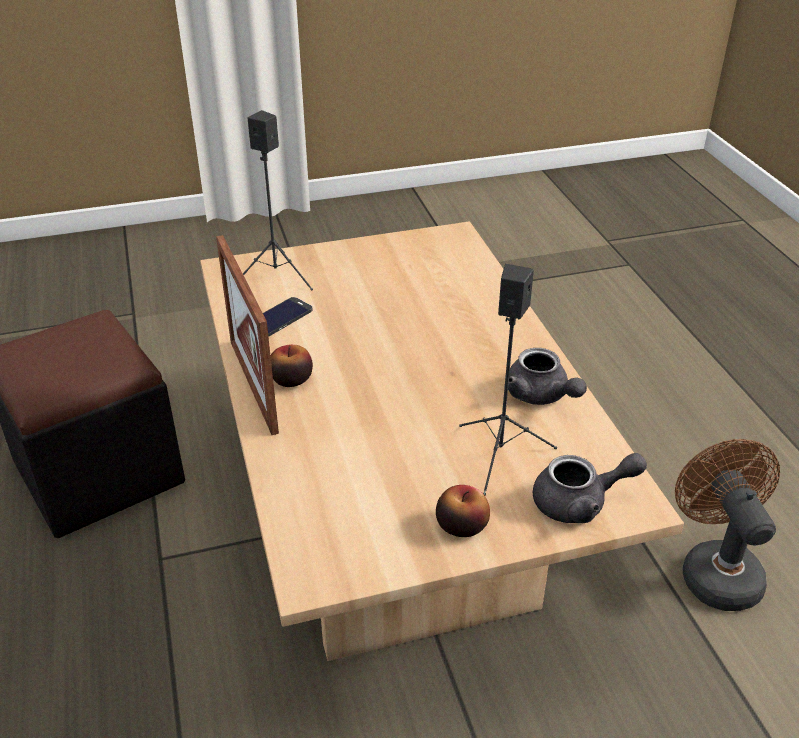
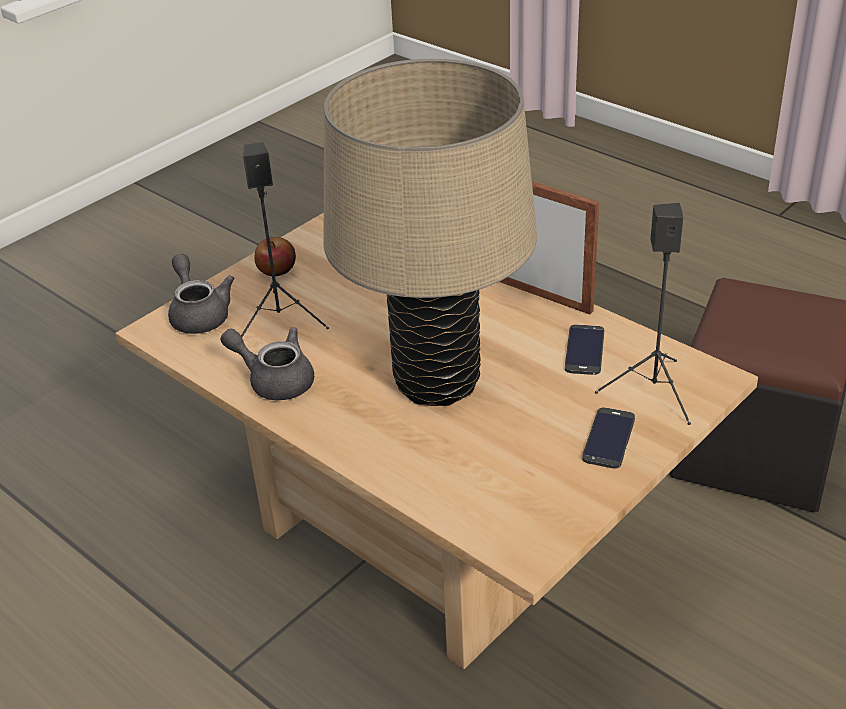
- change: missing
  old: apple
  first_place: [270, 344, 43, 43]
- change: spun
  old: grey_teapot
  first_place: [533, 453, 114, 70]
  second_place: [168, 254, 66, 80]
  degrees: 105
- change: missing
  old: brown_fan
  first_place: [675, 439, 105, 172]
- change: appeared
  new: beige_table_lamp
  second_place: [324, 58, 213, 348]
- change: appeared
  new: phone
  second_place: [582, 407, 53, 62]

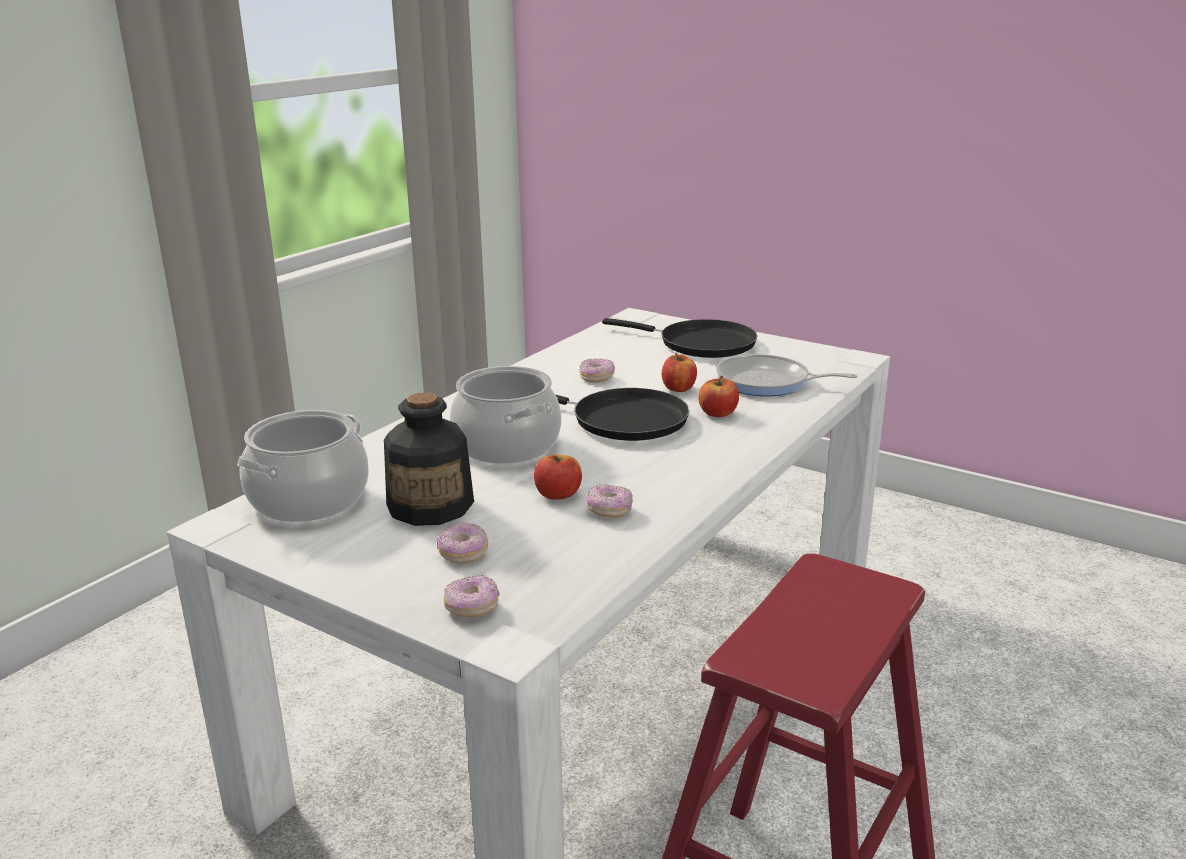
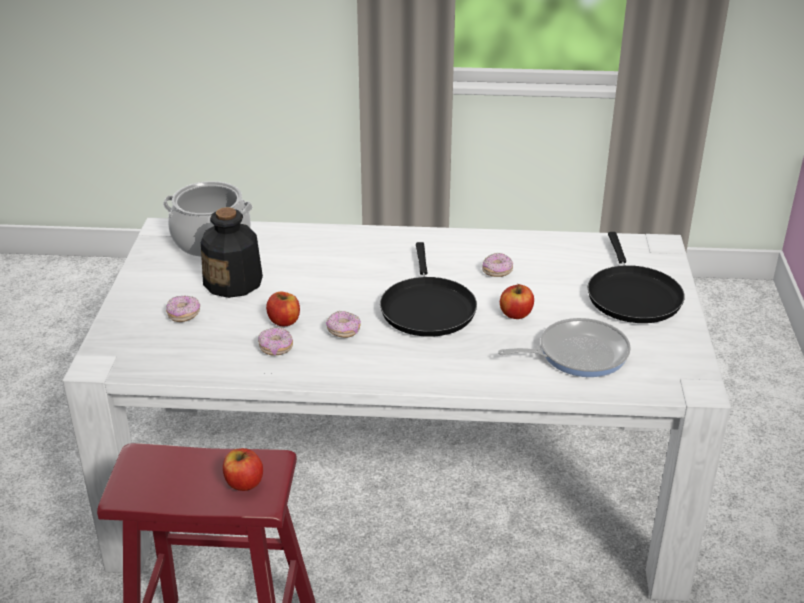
- change: relocated
  old: donut
  first_place: [444, 575, 56, 42]
  second_place: [326, 311, 35, 27]
- change: missing
  old: cooking_pot
  first_place: [450, 366, 111, 98]
- change: relocated
  old: apple
  first_place: [698, 376, 41, 41]
  second_place: [223, 448, 40, 43]
- change: spun
  old: frying_pan
  first_place: [716, 354, 142, 42]
  second_place: [498, 318, 133, 59]
  degrees: 90

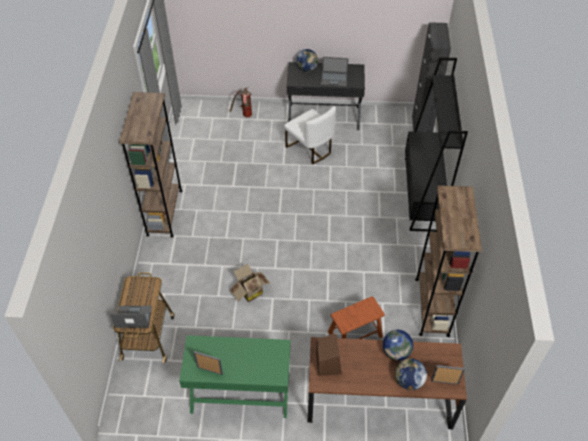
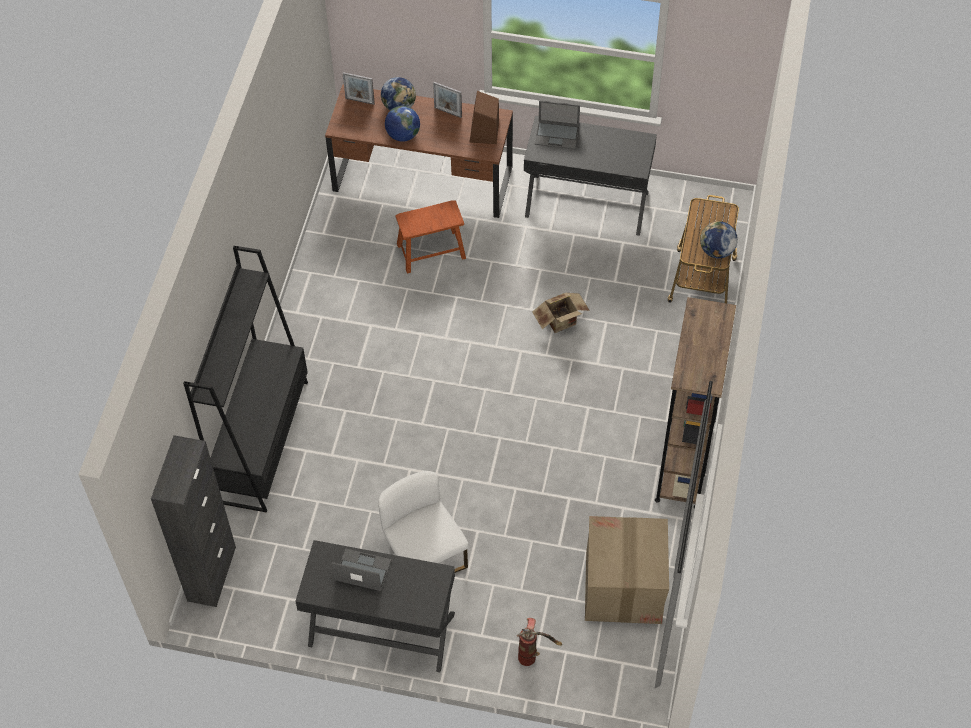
- change: relocated
  old: laptop
  first_place: [110, 306, 42, 22]
  second_place: [535, 101, 45, 48]
- change: colour
  old: green_desk
  new: black_desk
  first_place: [179, 335, 112, 83]
  second_place: [524, 116, 133, 120]
- change: relocated
  old: picture_frame
  first_place: [194, 351, 29, 24]
  second_place: [433, 82, 29, 36]
- change: relocated
  old: globe
  first_place: [296, 49, 22, 22]
  second_place: [700, 221, 38, 37]
- change: missing
  old: brown_bookcase
  first_place: [415, 185, 67, 152]
- change: appeared
  new: cardboard_box
  second_place: [585, 516, 84, 108]

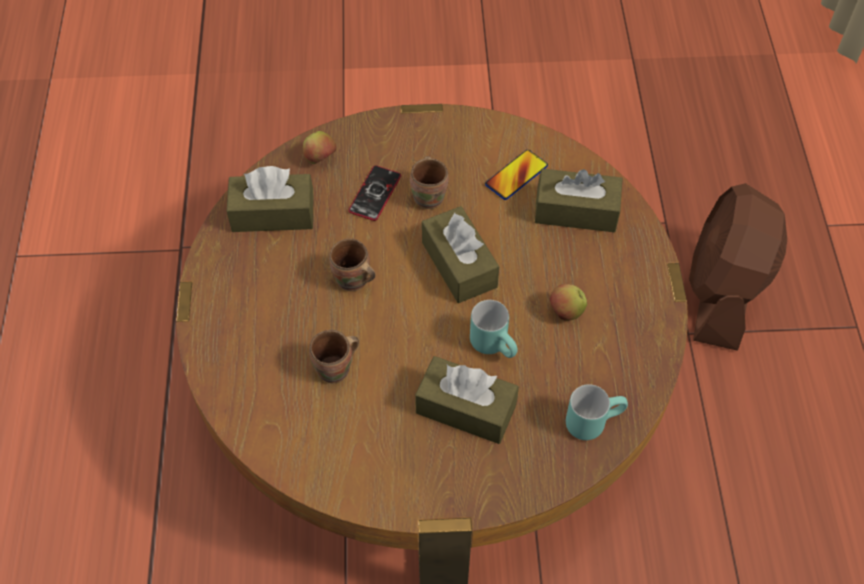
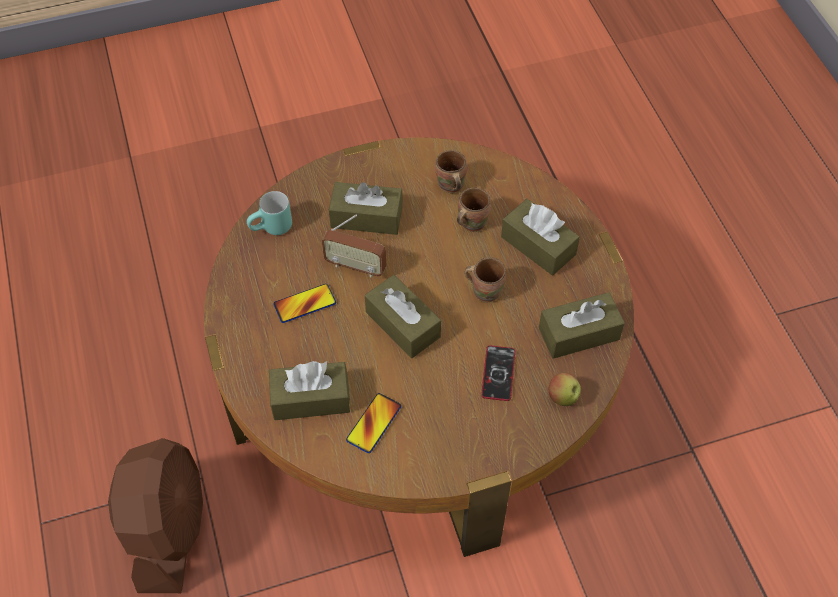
- change: relocated
  old: brown_mug
  first_place: [410, 156, 39, 53]
  second_place: [435, 150, 32, 43]
- change: exchanged
  old: turquoise_mug
  new: radio
  first_place: [470, 300, 48, 58]
  second_place: [322, 215, 64, 62]
- change: exchanged
  old: apple
  new: phone
  first_place: [550, 284, 37, 37]
  second_place: [273, 284, 63, 39]
- change: appeared
  new: brown_tissue_box
  second_place: [501, 199, 79, 76]

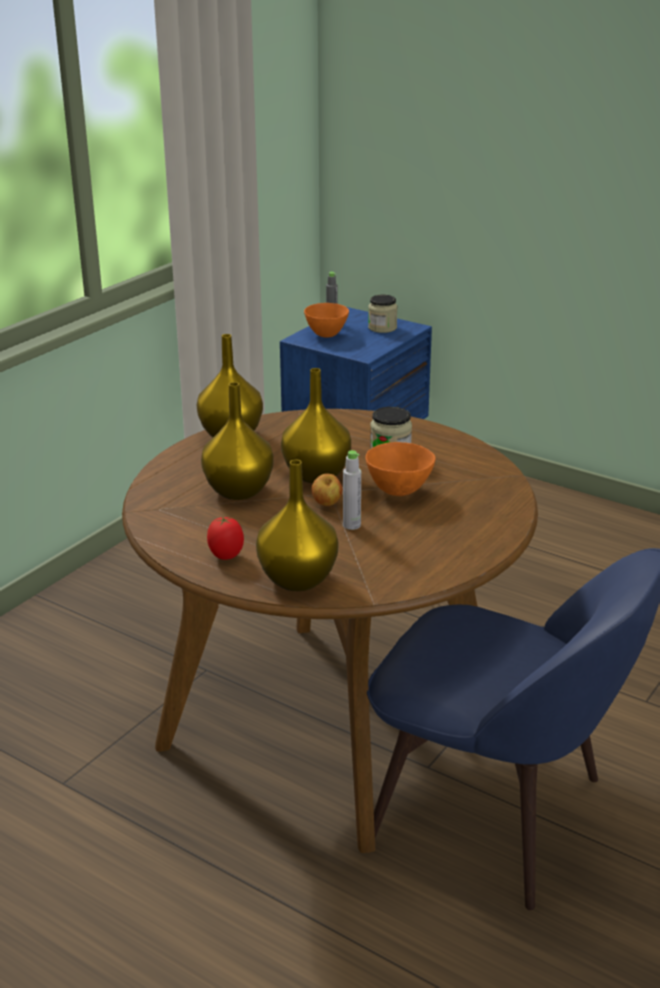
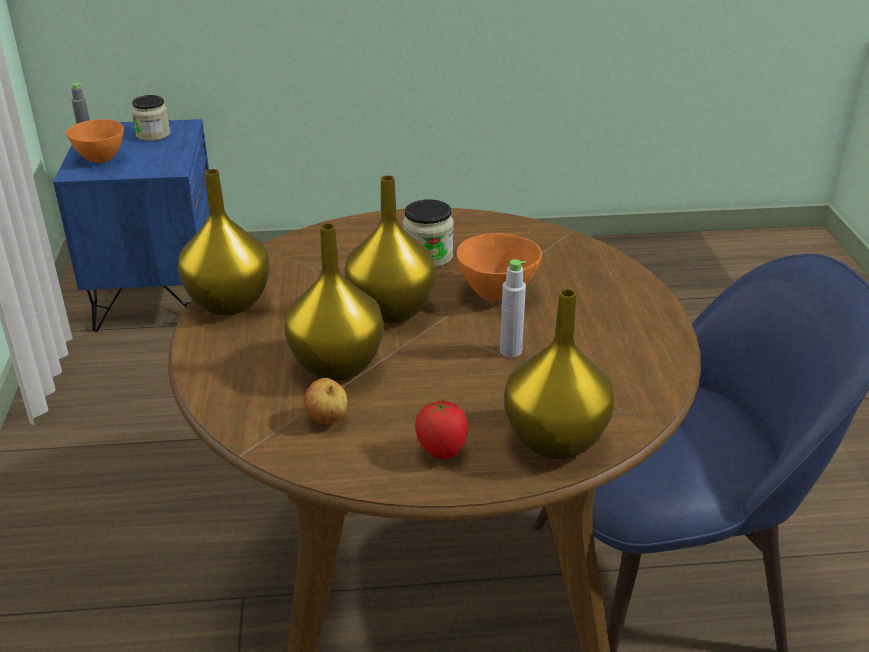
- change: relocated
  old: apple
  first_place: [312, 474, 31, 32]
  second_place: [304, 378, 44, 46]

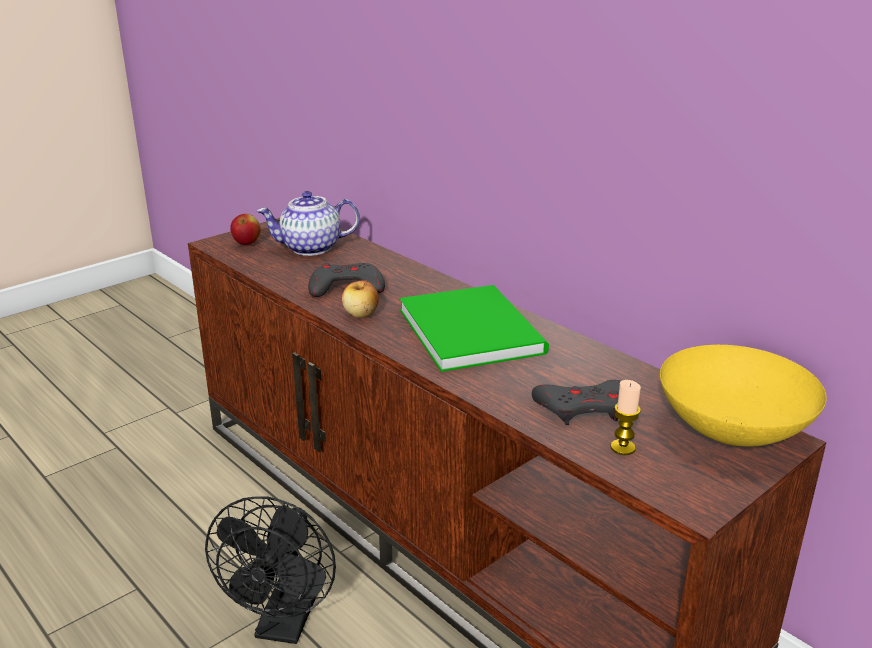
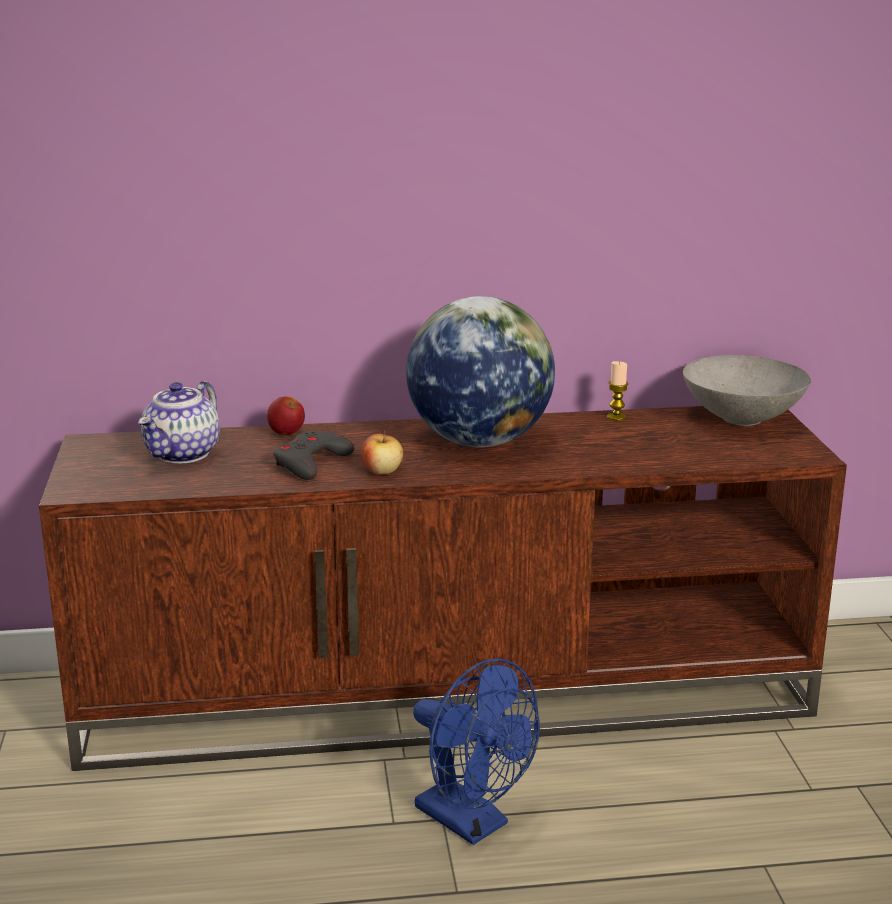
- change: colour
  old: black_fan
  new: blue_fan
  first_place: [205, 496, 131, 148]
  second_place: [413, 658, 127, 187]
- change: relocated
  old: apple
  first_place: [230, 214, 31, 31]
  second_place: [267, 396, 38, 39]
- change: exchanged
  old: green_book
  new: globe
  first_place: [400, 285, 149, 87]
  second_place: [406, 296, 149, 151]
- change: missing
  old: grey_game_controller
  first_place: [532, 380, 89, 45]
- change: relocated
  old: candle
  first_place: [610, 380, 31, 75]
  second_place: [607, 361, 21, 60]
- change: colour
  old: yellow_bowl
  new: grey_bowl
  first_place: [660, 345, 167, 101]
  second_place: [683, 355, 128, 71]

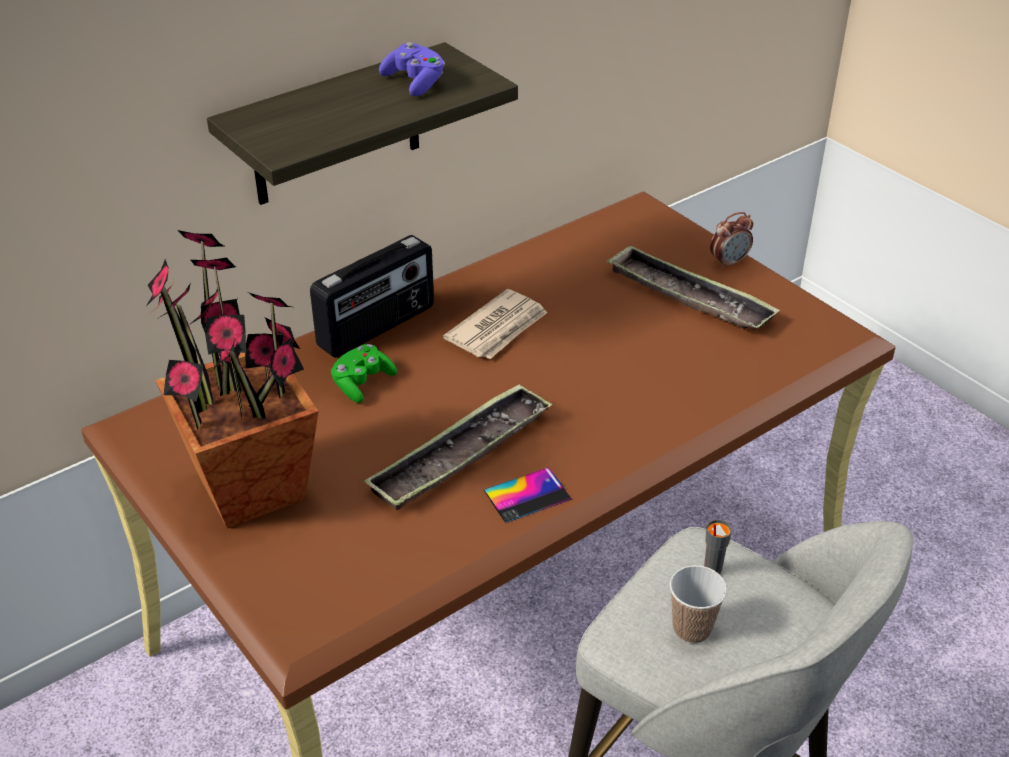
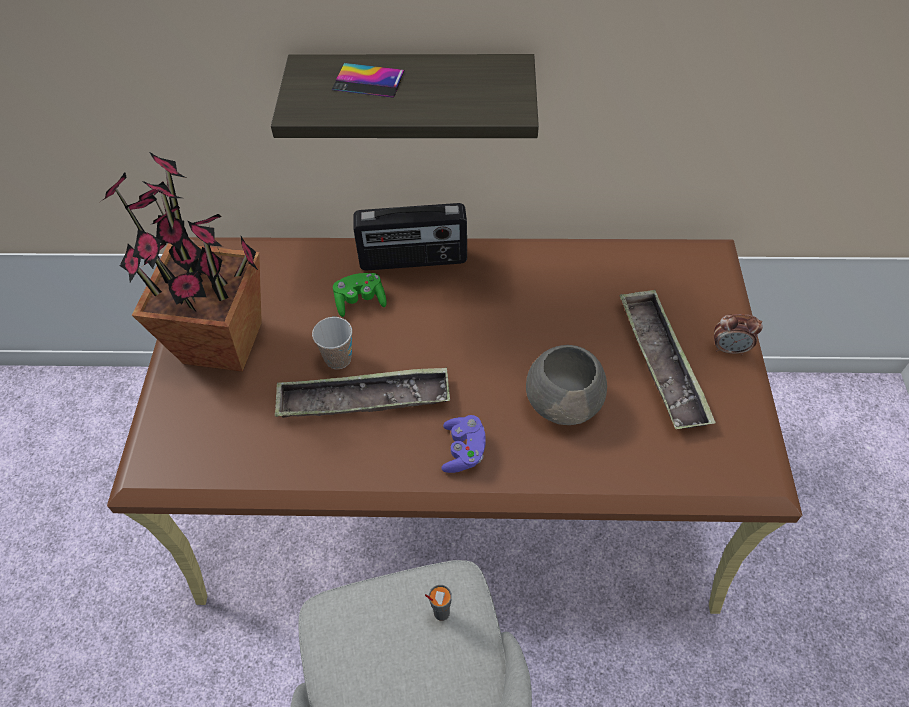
- change: relocated
  old: purple_game_controller
  first_place: [379, 42, 66, 54]
  second_place: [441, 415, 45, 58]
- change: missing
  old: newspaper
  first_place: [443, 289, 104, 70]
- change: relocated
  old: phone
  first_place: [484, 467, 88, 56]
  second_place: [332, 63, 73, 35]
- change: relocated
  old: cup
  first_place: [670, 565, 57, 79]
  second_place: [312, 317, 40, 52]
- change: appeared
  new: grey_bowl
  second_place: [526, 345, 81, 80]

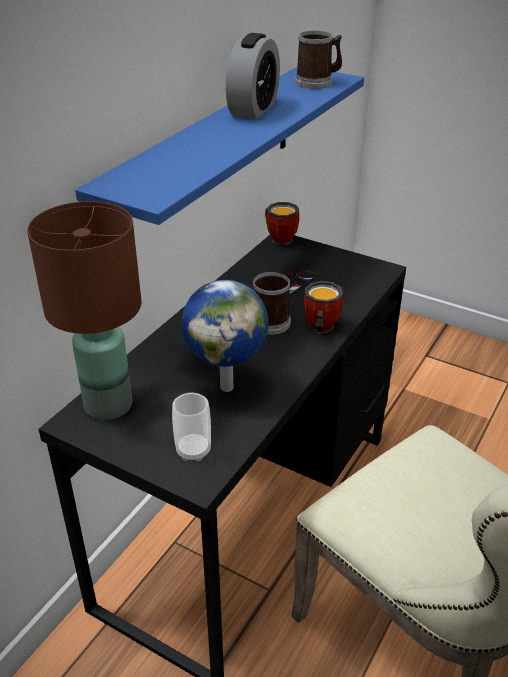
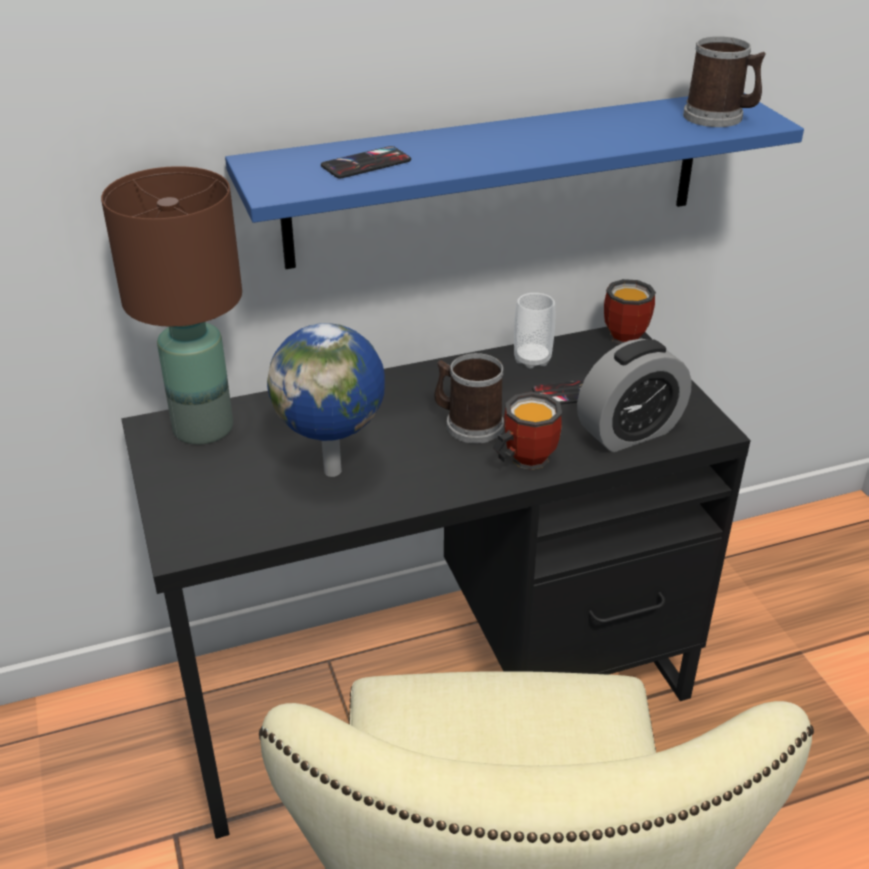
- change: relocated
  old: cup
  first_place: [172, 393, 39, 68]
  second_place: [514, 293, 41, 76]
- change: relocated
  old: alarm_clock
  first_place: [226, 33, 54, 86]
  second_place: [577, 339, 115, 113]
- change: appeared
  new: phone
  second_place: [321, 146, 90, 32]

